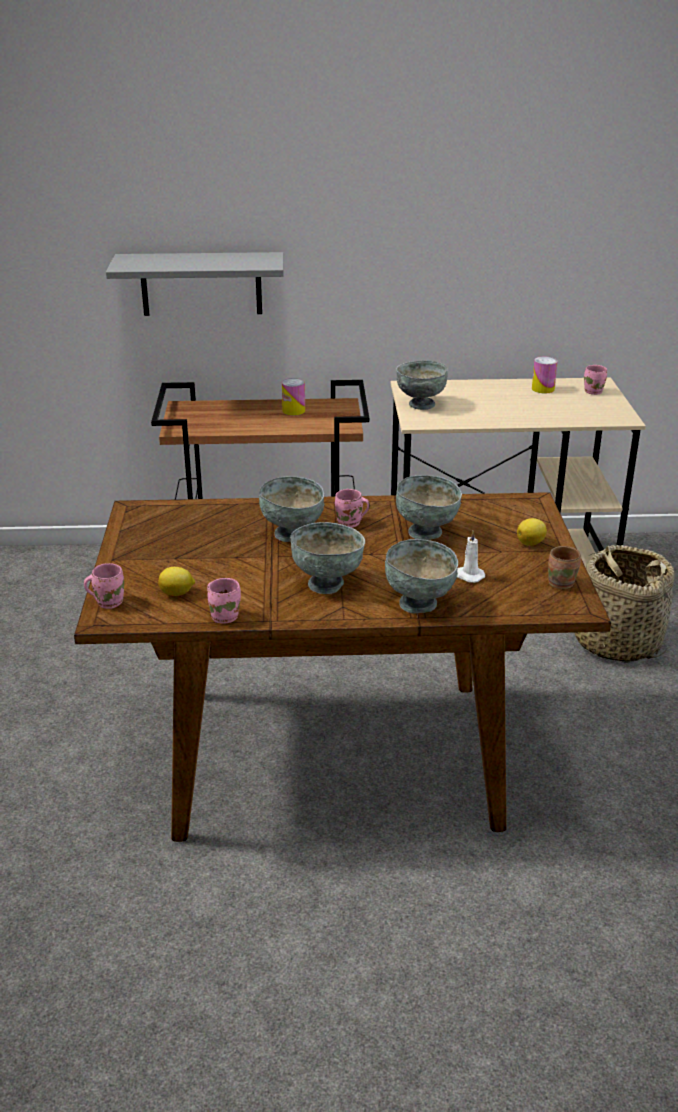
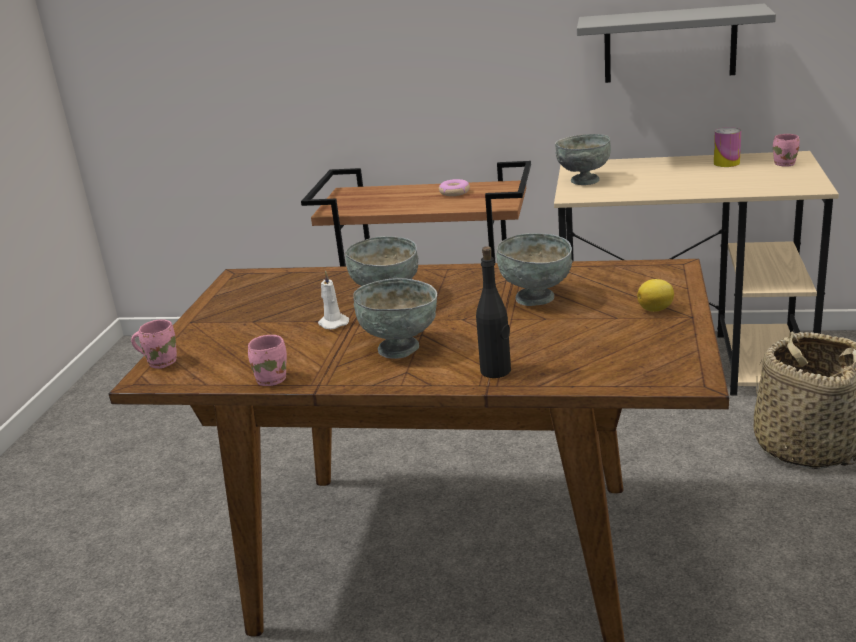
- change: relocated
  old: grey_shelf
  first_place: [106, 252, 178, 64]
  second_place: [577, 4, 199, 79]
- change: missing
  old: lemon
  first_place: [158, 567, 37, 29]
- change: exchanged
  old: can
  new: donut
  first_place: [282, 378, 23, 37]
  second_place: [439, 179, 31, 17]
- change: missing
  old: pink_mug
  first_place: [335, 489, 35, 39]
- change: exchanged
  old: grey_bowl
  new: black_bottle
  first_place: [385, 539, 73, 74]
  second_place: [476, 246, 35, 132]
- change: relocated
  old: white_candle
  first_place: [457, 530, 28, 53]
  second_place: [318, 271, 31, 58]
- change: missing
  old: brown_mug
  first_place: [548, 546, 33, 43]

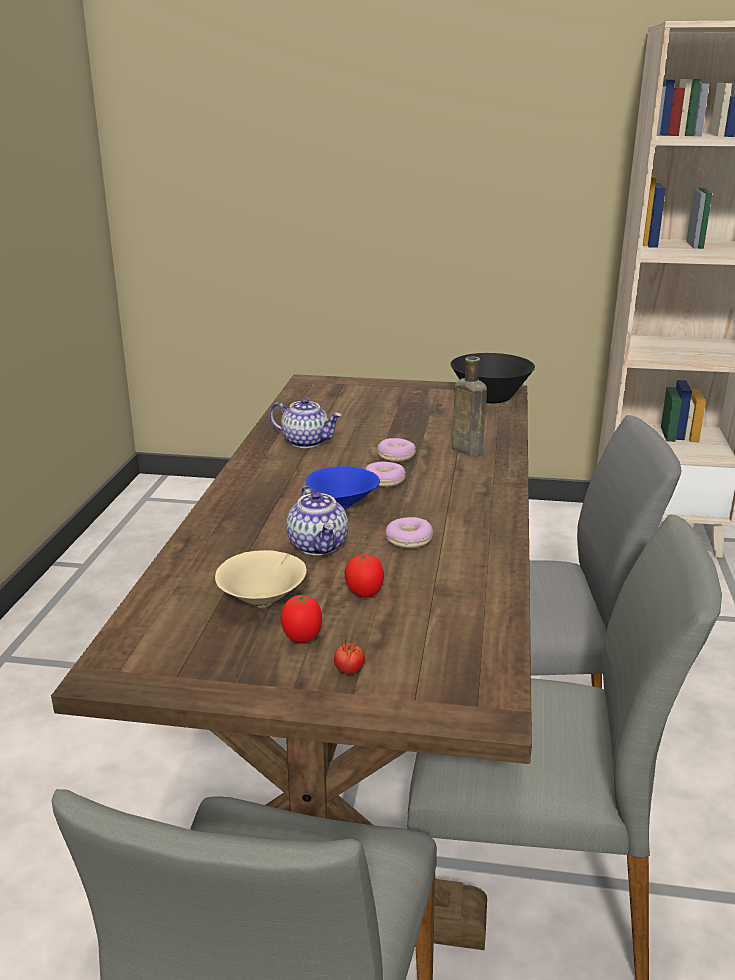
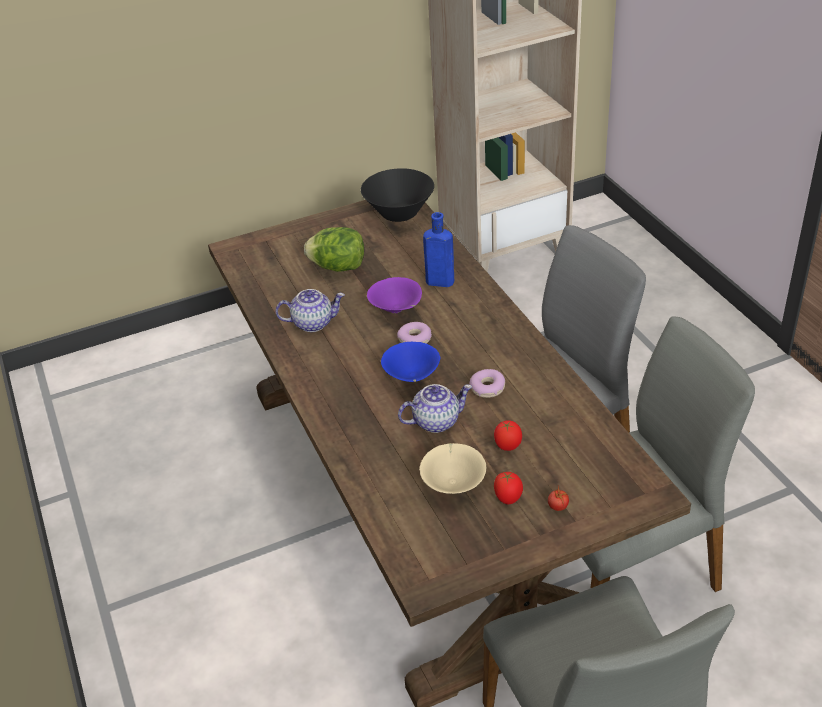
- change: spun
  old: teapot
  first_place: [287, 486, 61, 69]
  second_place: [398, 384, 74, 49]
  degrees: -60
- change: exchanged
  old: donut
  new: purple_bowl
  first_place: [377, 438, 39, 24]
  second_place: [367, 277, 55, 36]
- change: colour
  old: brown_bottle
  new: blue_bottle
  first_place: [453, 356, 34, 100]
  second_place: [423, 212, 31, 75]
- change: appeared
  new: lettuce
  second_place: [304, 227, 60, 45]

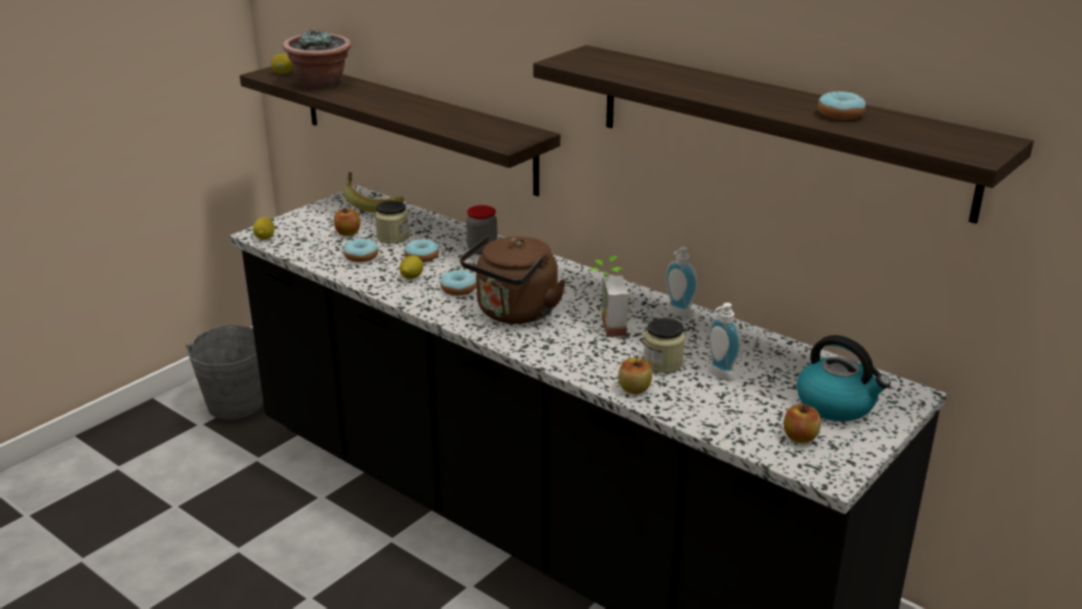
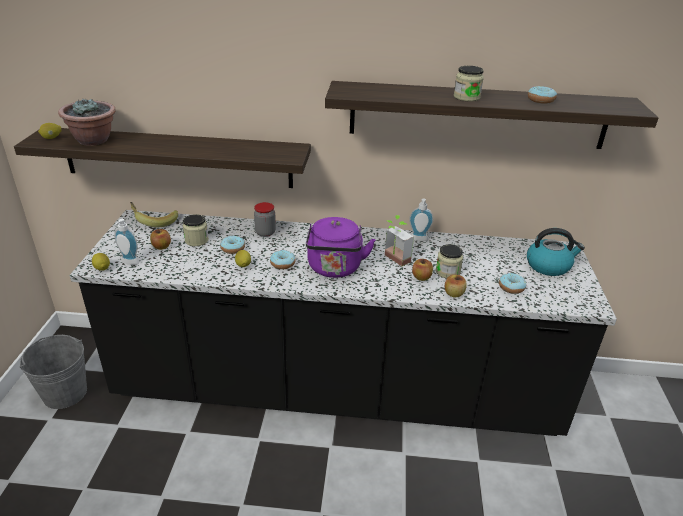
- change: relocated
  old: donut
  first_place: [344, 238, 35, 24]
  second_place: [499, 273, 27, 21]
- change: colour
  old: brown_kettle
  new: purple_kettle
  first_place: [460, 235, 106, 89]
  second_place: [306, 217, 69, 61]
- change: relocated
  old: soap_dispenser
  first_place: [708, 303, 33, 78]
  second_place: [114, 219, 25, 46]
- change: relocated
  old: apple
  first_place: [784, 404, 37, 40]
  second_place: [412, 259, 21, 22]
- change: appeared
  new: jar
  second_place: [454, 66, 30, 36]

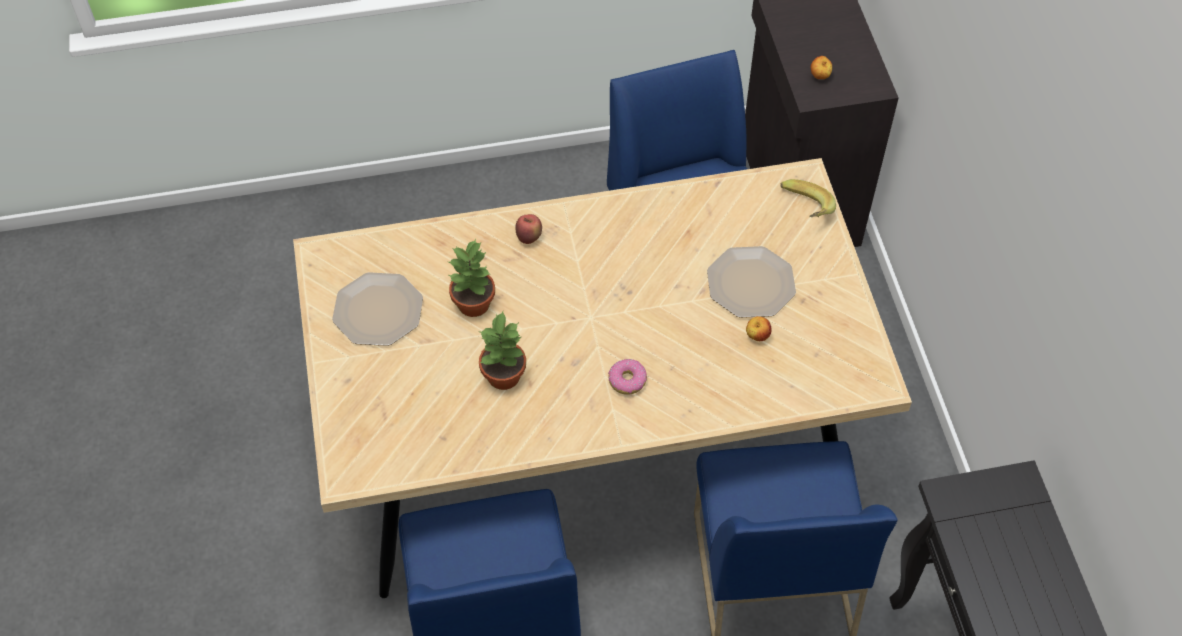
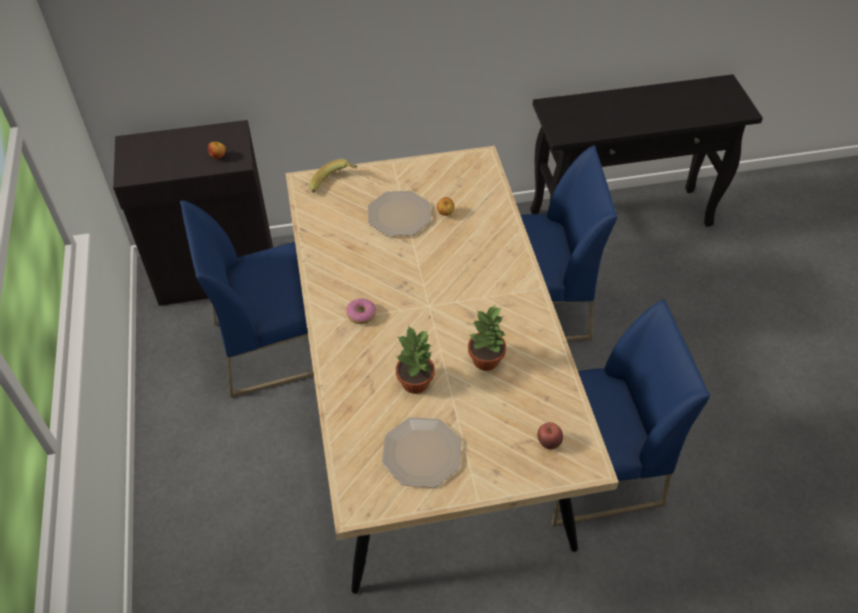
- change: relocated
  old: apple
  first_place: [515, 214, 27, 30]
  second_place: [537, 422, 26, 27]
- change: relocated
  old: donut
  first_place: [608, 359, 39, 36]
  second_place: [346, 298, 31, 26]

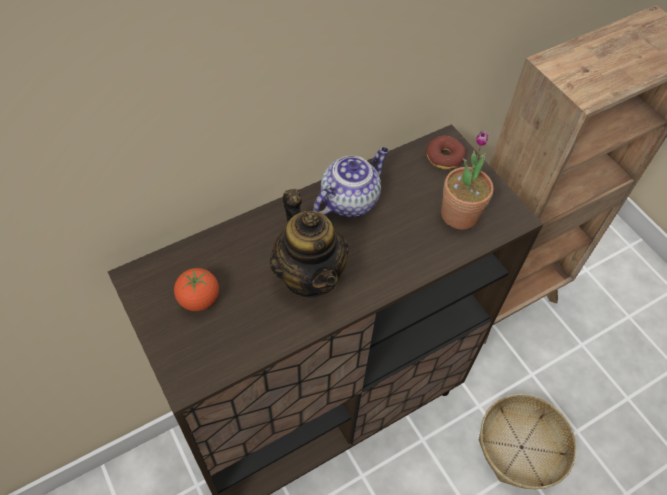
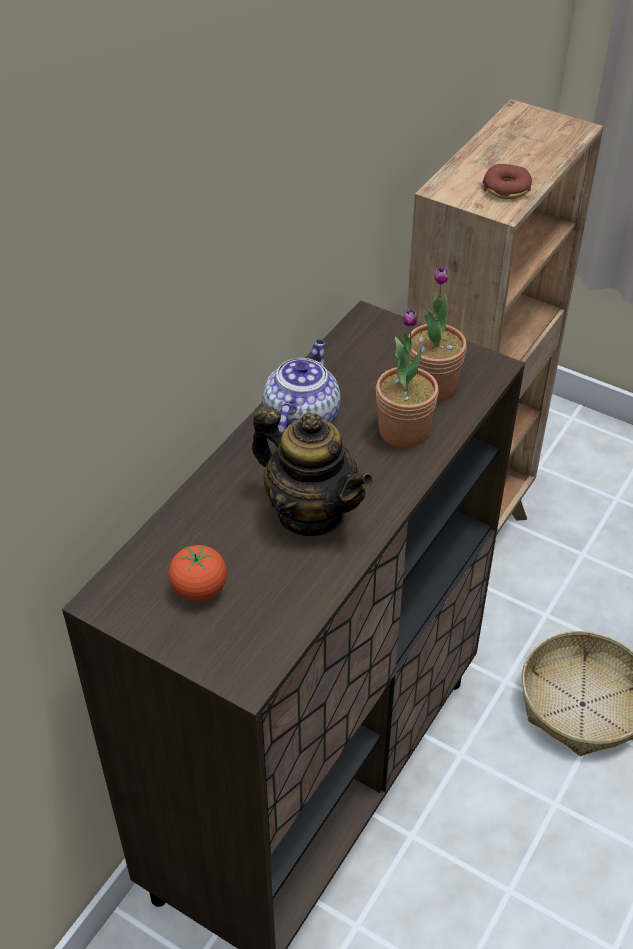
- change: relocated
  old: donut
  first_place: [425, 135, 41, 34]
  second_place: [483, 164, 49, 35]
- change: appeared
  new: potted_plant
  second_place: [376, 307, 63, 141]

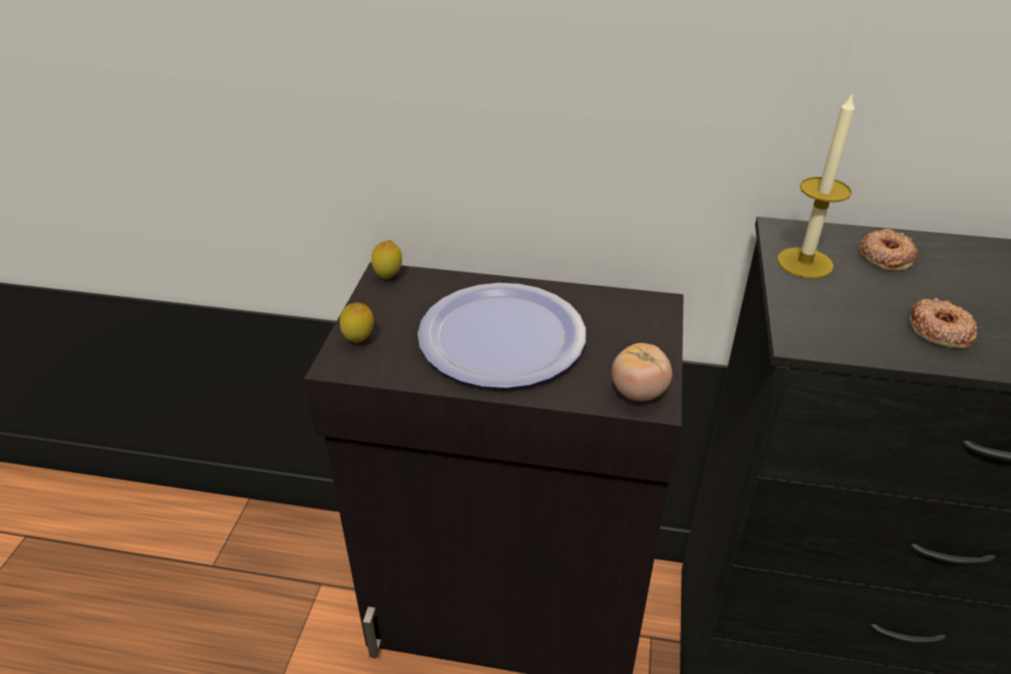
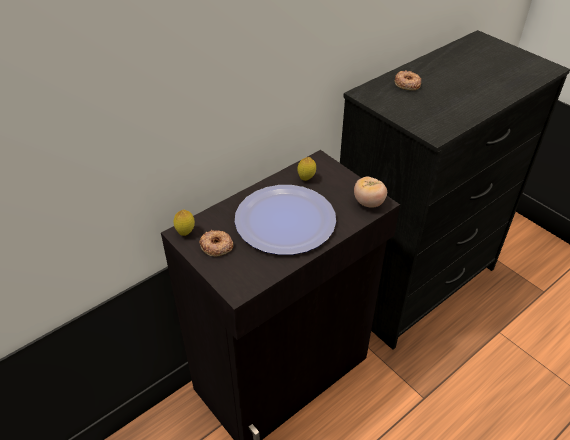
- change: relocated
  old: lemon
  first_place: [340, 303, 34, 40]
  second_place: [297, 157, 19, 24]
- change: missing
  old: candle
  first_place: [777, 92, 78, 186]
- change: relocated
  old: donut
  first_place: [909, 298, 68, 51]
  second_place: [199, 230, 34, 26]

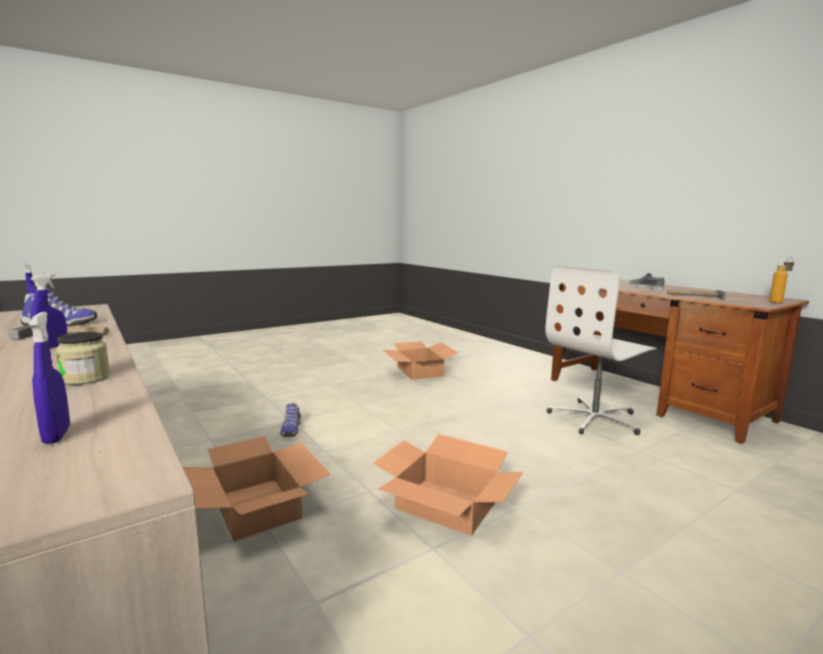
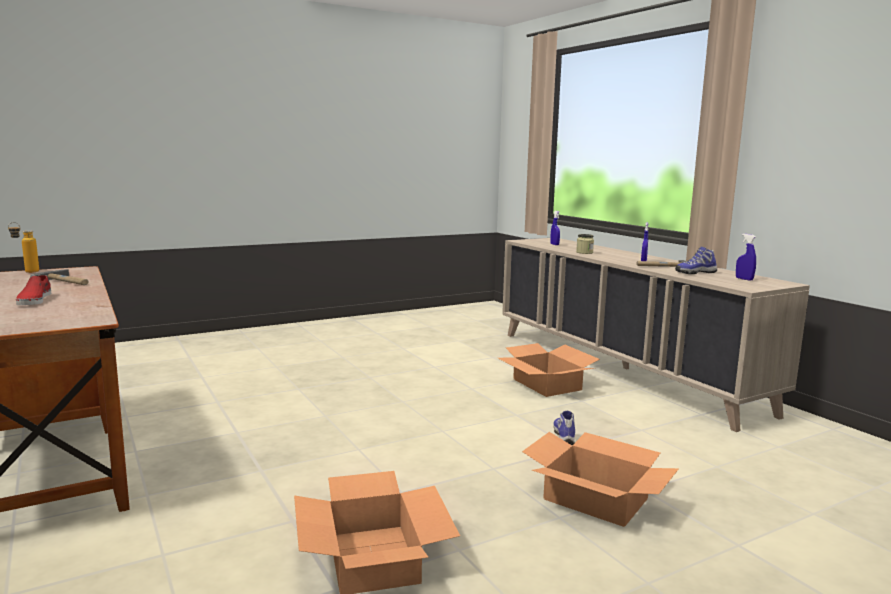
- change: relocated
  old: cardboard_box
  first_place: [374, 434, 150, 101]
  second_place: [522, 432, 157, 95]
- change: missing
  old: white_office_chair
  first_place: [545, 266, 112, 169]
- change: colour
  old: grey_shoe
  new: red_shoe
  first_place: [629, 273, 36, 17]
  second_place: [16, 275, 35, 30]

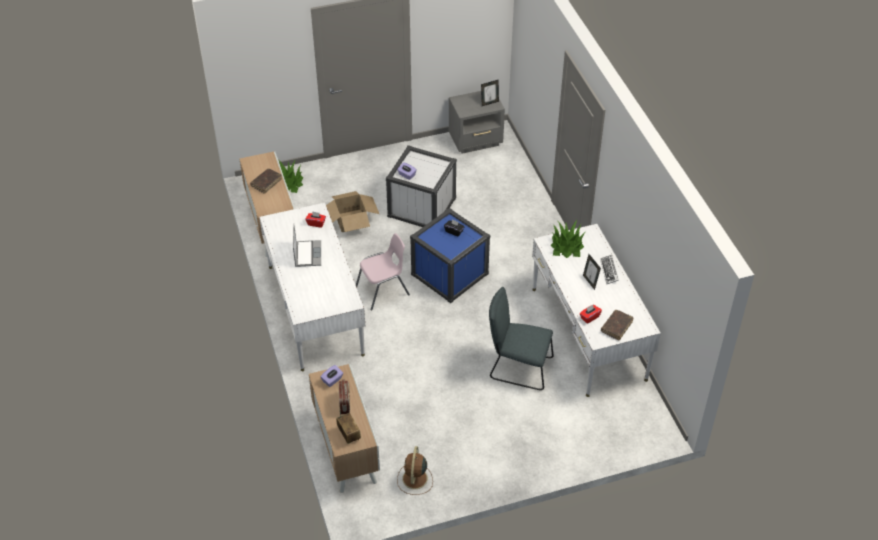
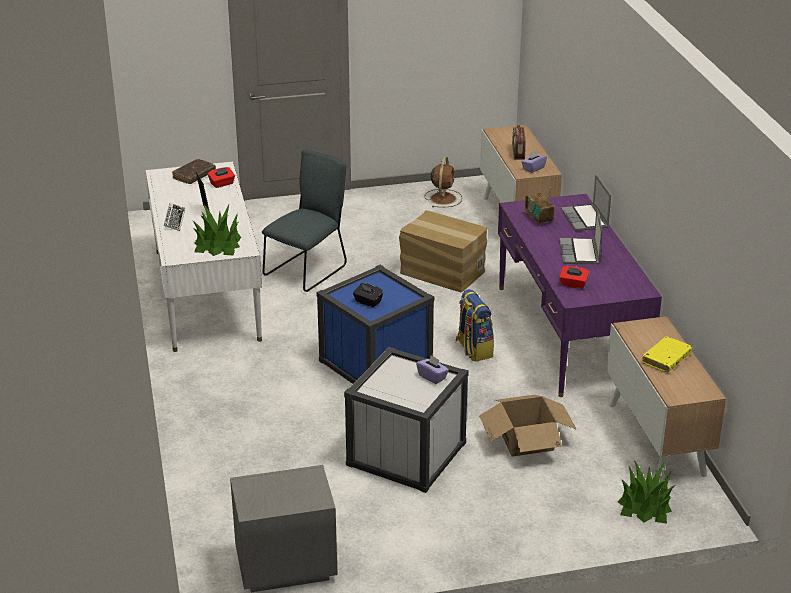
- change: colour
  old: brown_book
  new: yellow_book
  first_place: [250, 169, 32, 25]
  second_place: [642, 336, 50, 36]
- change: colour
  old: white_desk
  new: purple_desk
  first_place: [259, 203, 106, 168]
  second_place: [498, 194, 164, 203]
- change: relocated
  old: radio
  first_place: [336, 413, 25, 31]
  second_place: [525, 188, 30, 38]
- change: exchanged
  old: pink_chair
  new: backpack
  first_place: [356, 233, 54, 77]
  second_place: [455, 289, 39, 73]
- change: missing
  old: picture_frame
  first_place: [481, 80, 18, 26]
- change: spun
  old: grey_chair
  first_place: [489, 287, 65, 103]
  second_place: [262, 150, 85, 142]
  degrees: -75
- change: appeared
  new: cardboard_box
  second_place: [399, 210, 88, 83]
- change: appeared
  new: laptop
  second_place: [561, 174, 50, 57]

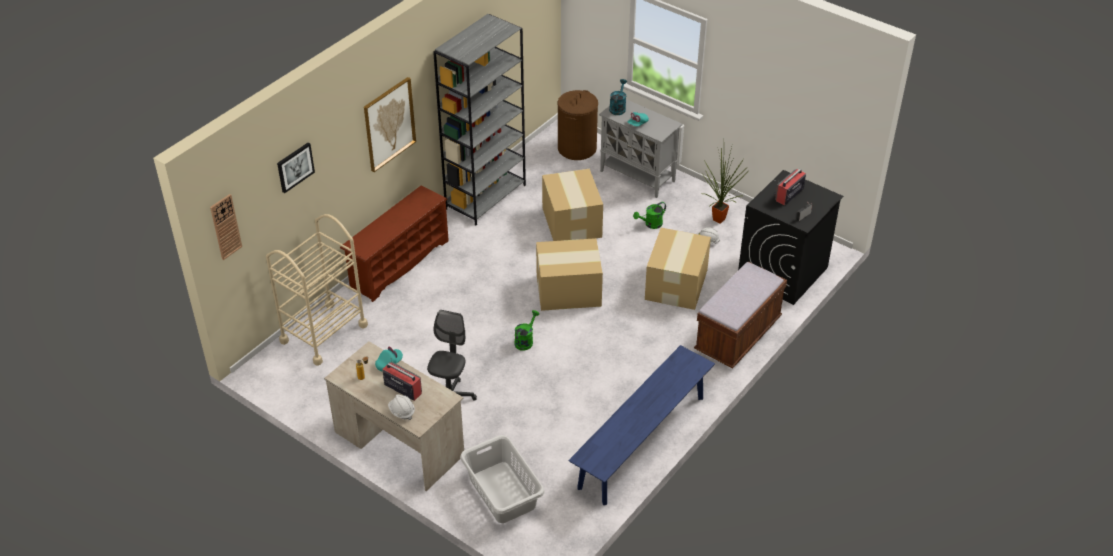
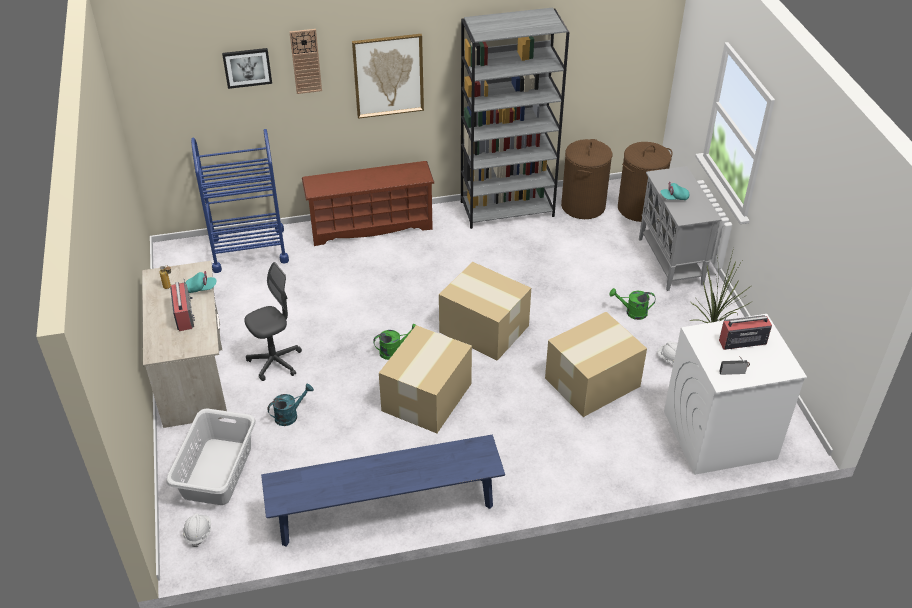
- change: relocated
  old: wall_clock
  first_place: [210, 194, 32, 66]
  second_place: [289, 29, 33, 65]
- change: colour
  old: beige_cart
  new: blue_cart
  first_place: [266, 214, 102, 152]
  second_place: [191, 129, 98, 144]
- change: relocated
  old: white_hard_hat
  first_place: [388, 394, 27, 26]
  second_place: [183, 513, 28, 34]
- change: relocated
  old: cardboard_box
  first_place: [542, 169, 61, 72]
  second_place: [379, 325, 93, 108]
- change: relocated
  old: turquoise_watering_can
  first_place: [609, 79, 18, 36]
  second_place: [267, 384, 47, 42]
- change: missing
  old: brown_bench
  first_place: [694, 262, 93, 107]
- change: colour
  old: black_washing_machine
  new: white_washing_machine
  first_place: [738, 170, 105, 135]
  second_place: [664, 314, 143, 161]
- change: appeared
  new: brown_laundry_basket
  second_place: [561, 139, 52, 80]

